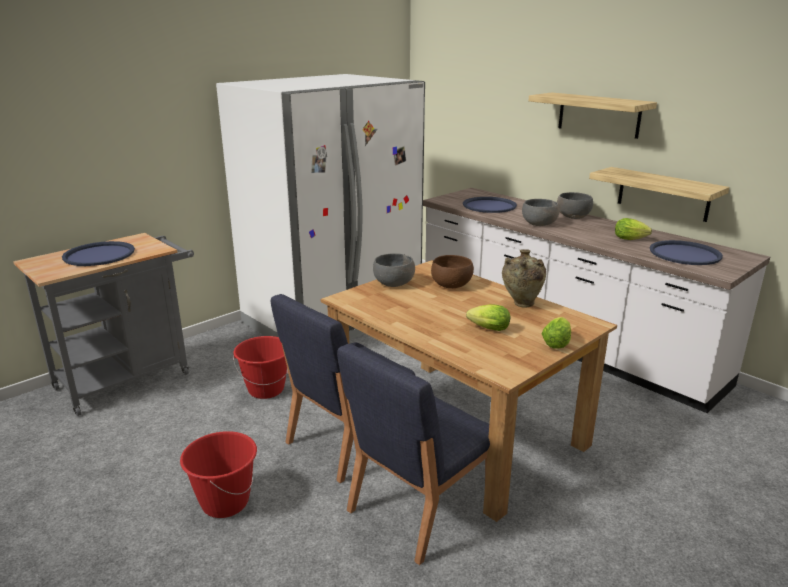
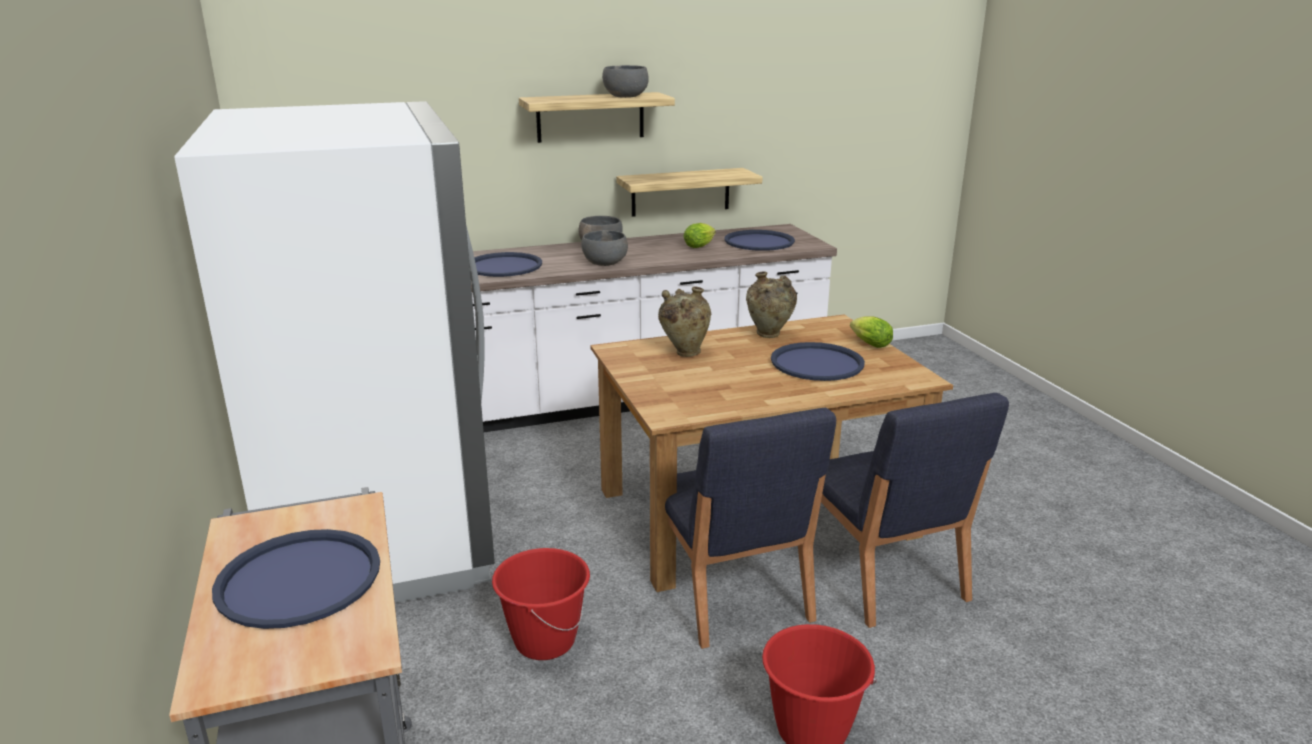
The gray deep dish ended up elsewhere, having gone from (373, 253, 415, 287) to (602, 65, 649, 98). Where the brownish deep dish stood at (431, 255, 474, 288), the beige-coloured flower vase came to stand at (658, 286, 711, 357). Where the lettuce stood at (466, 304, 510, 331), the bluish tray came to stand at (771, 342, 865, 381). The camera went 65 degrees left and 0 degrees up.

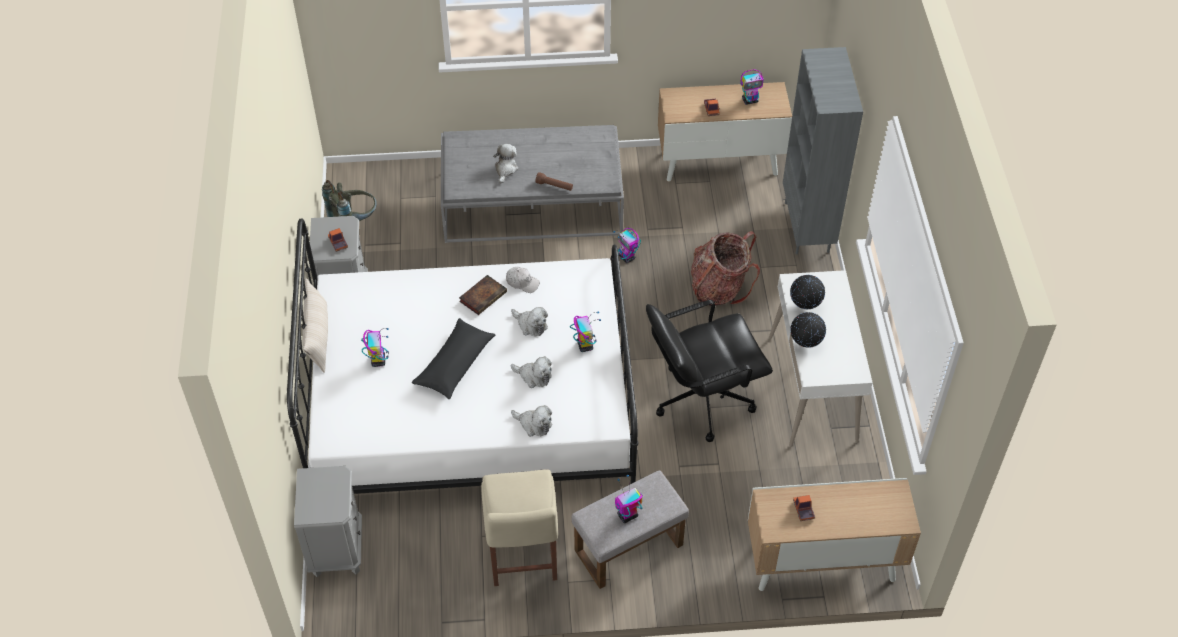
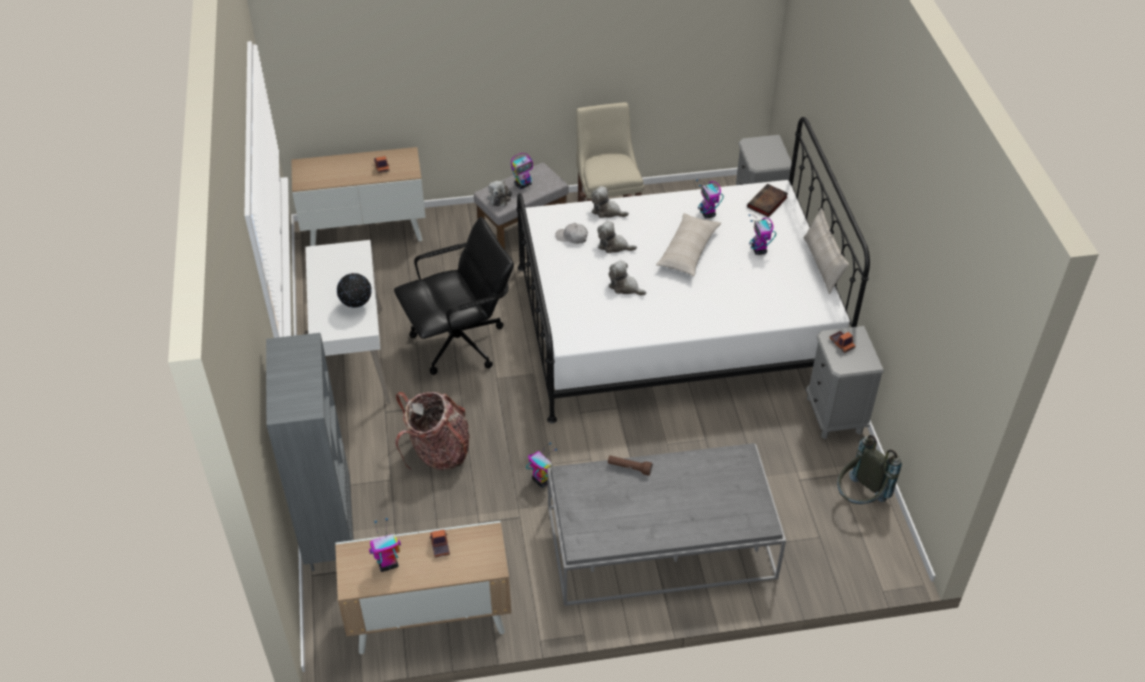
What was the black-coloured cushion at (412, 318, 496, 399) turned into the beige-coloured cushion at (656, 213, 721, 276). The volume ended up elsewhere, having gone from (459, 275, 507, 315) to (747, 184, 788, 217). The plush toy ended up elsewhere, having gone from (493, 144, 519, 184) to (488, 179, 512, 207). The white-coloured cap ended up elsewhere, having gone from (506, 267, 540, 293) to (556, 223, 588, 244). The robot figure ended up elsewhere, having gone from (570, 311, 601, 352) to (696, 179, 724, 218). The second view lost the globe at (790, 312, 826, 348). The camera went 175 degrees right and 5 degrees down.

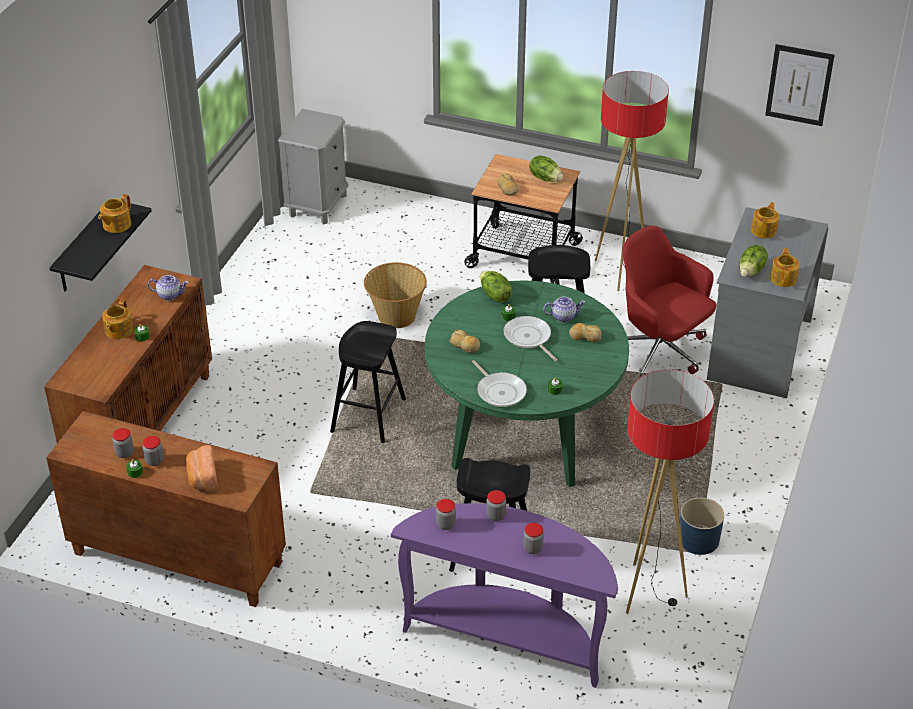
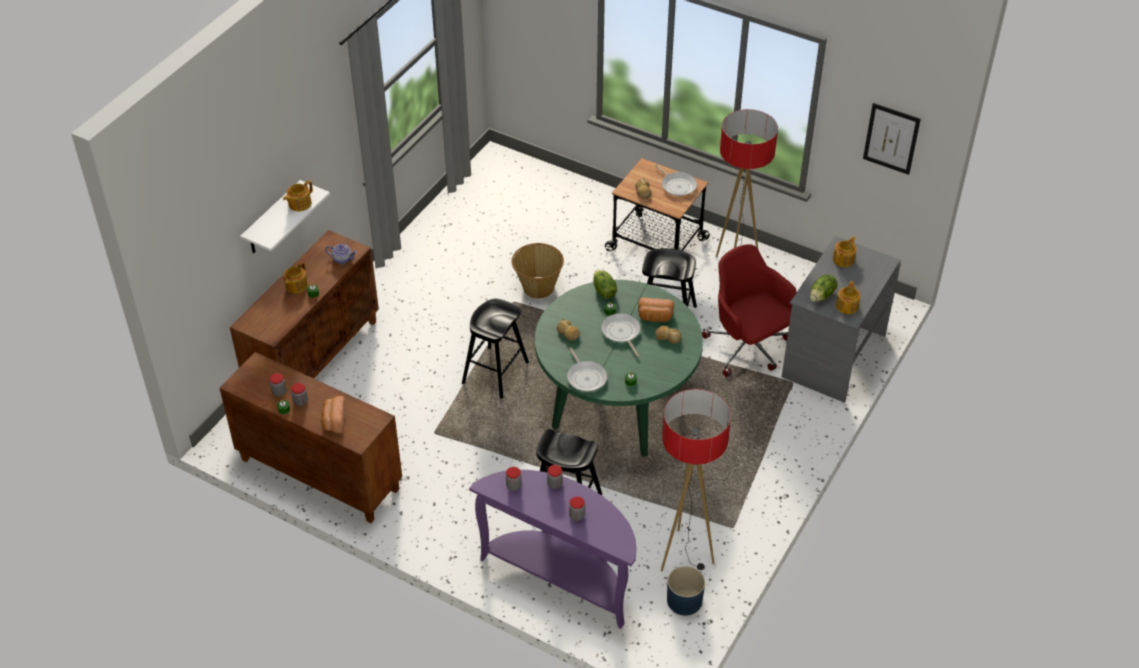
What was the black-coloured bracket shelf at (50, 202, 152, 291) turned into the white-coloured bracket shelf at (240, 180, 330, 253). The second view lost the gray night table at (278, 109, 349, 225). Where the lettuce stood at (529, 155, 563, 182), the skillet came to stand at (655, 165, 697, 196). Where the pot for tea stood at (543, 297, 585, 322), the bakery bread came to stand at (638, 298, 674, 322). The bluish flower pot ended up elsewhere, having gone from (680, 497, 724, 555) to (667, 566, 705, 615). The camera went 10 degrees right and 5 degrees up.

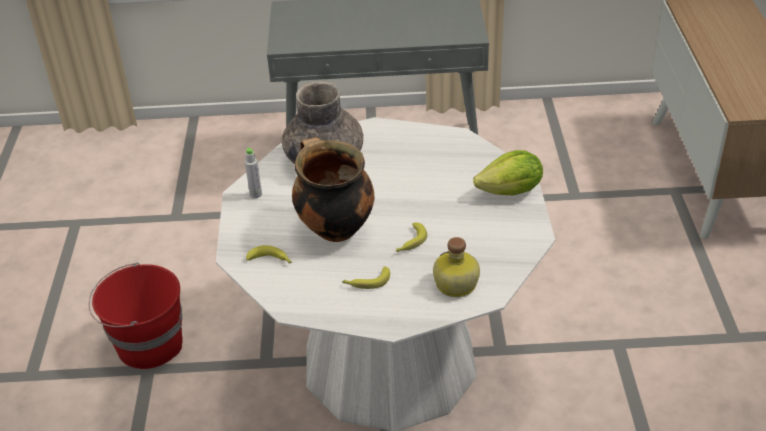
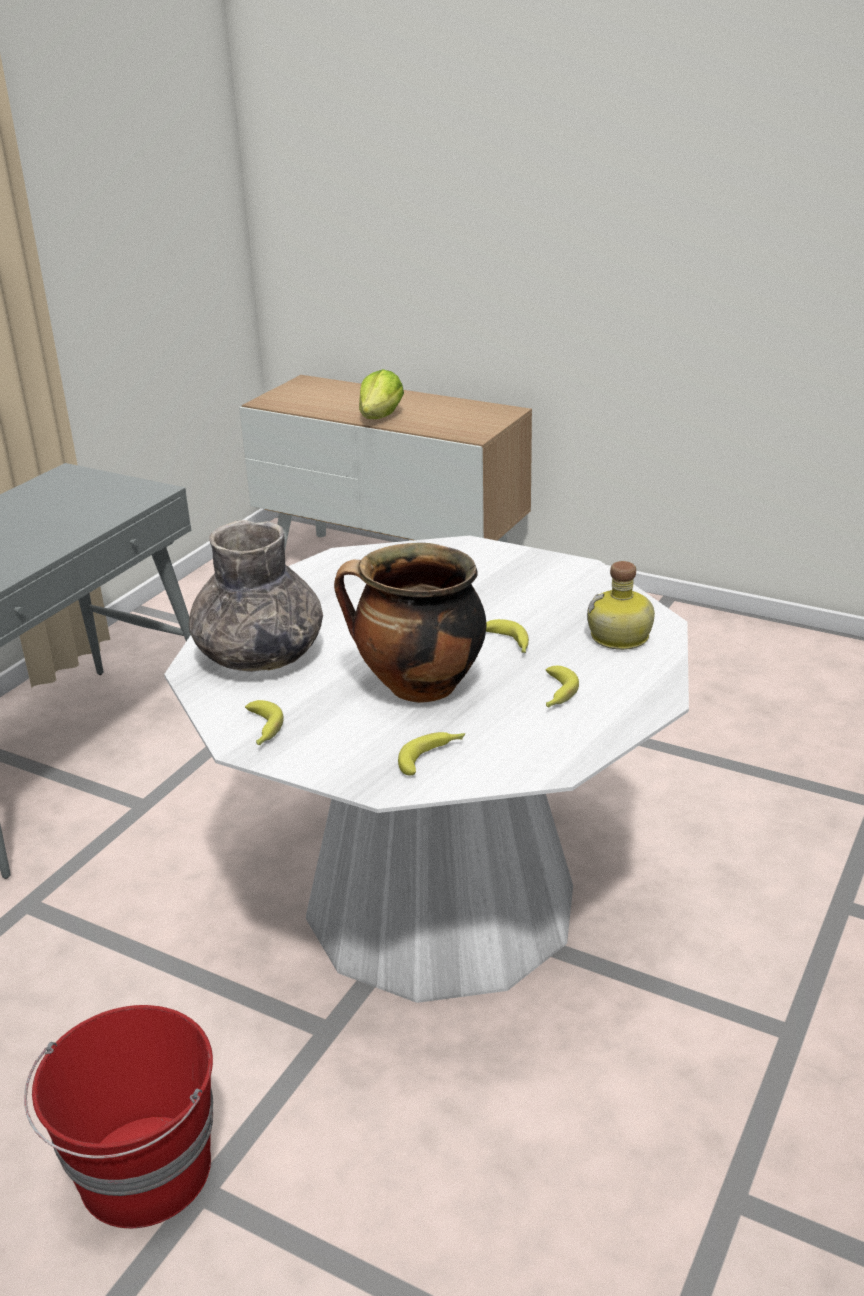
Where the gray drink bottle stood at (245, 148, 262, 198), the whole banana came to stand at (245, 700, 284, 745). The lettuce ended up elsewhere, having gone from (473, 150, 543, 195) to (359, 369, 404, 419). The camera went 60 degrees left and 10 degrees down.

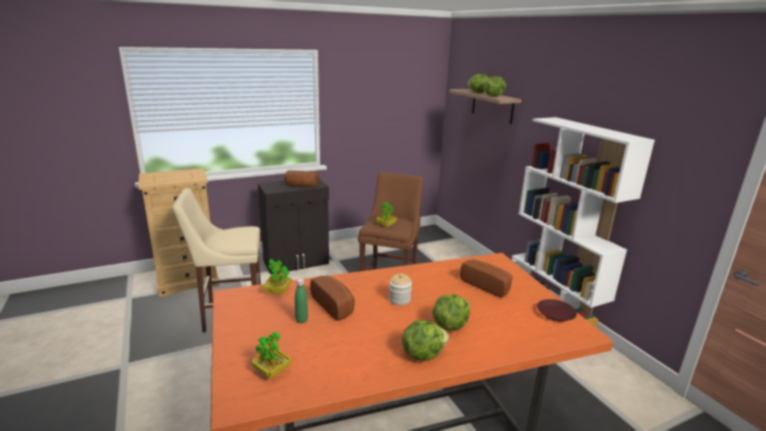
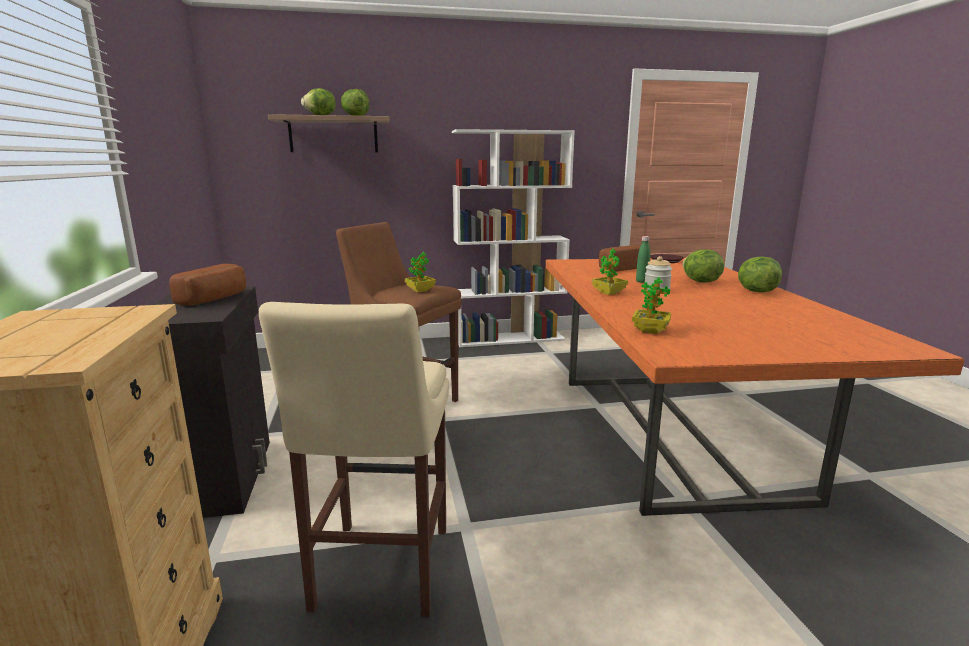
The plant in a pot ended up elsewhere, having gone from (251, 332, 291, 379) to (592, 249, 628, 295). The greenish drink bottle ended up elsewhere, having gone from (295, 279, 308, 323) to (636, 236, 650, 283). The second view lost the bakery bread at (310, 275, 355, 321). The camera went 75 degrees left and 5 degrees down.

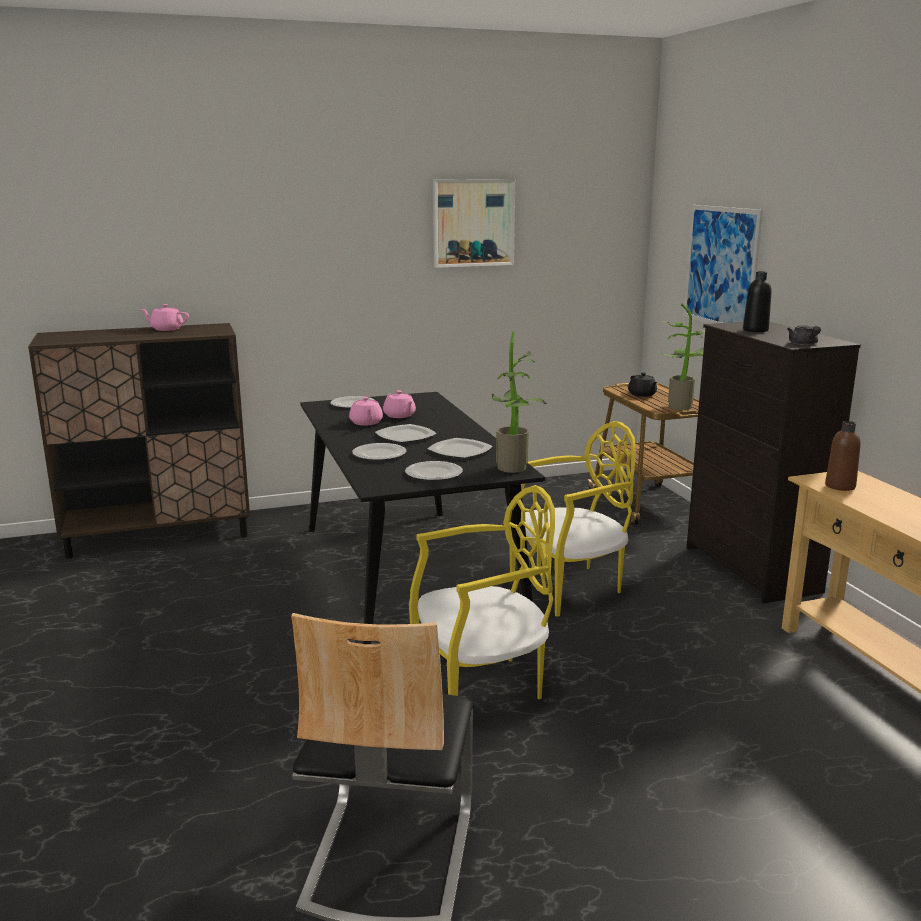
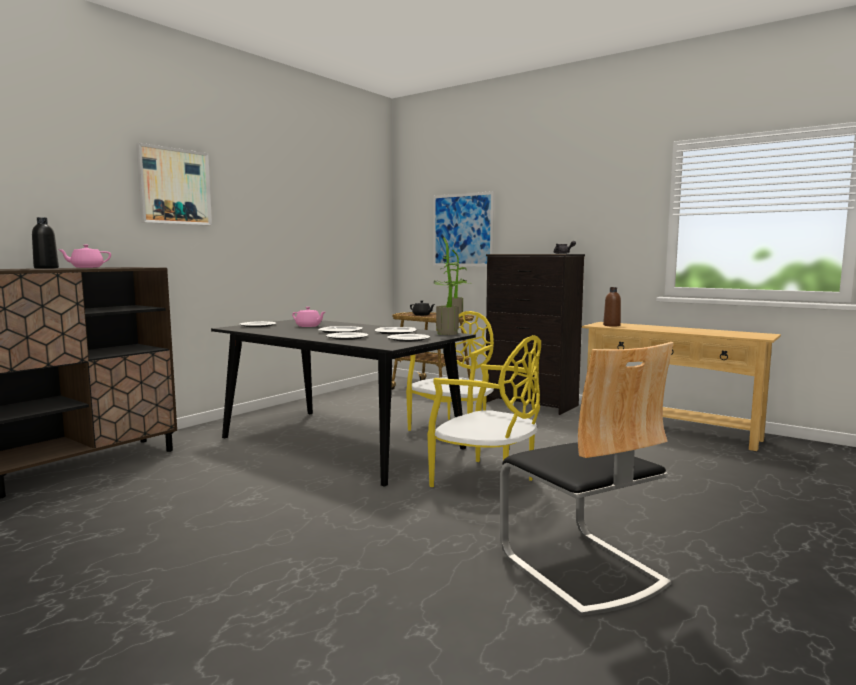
The second view lost the pink-coloured pot for tea at (349, 397, 383, 426). The yellow-coloured plain chair at (409, 485, 555, 699) ended up facing another way, 90 degrees clockwise from before. The picture ended up elsewhere, having gone from (433, 179, 515, 268) to (136, 143, 212, 225). The black-coloured drink bottle ended up elsewhere, having gone from (743, 272, 772, 332) to (32, 217, 59, 269). The camera went 35 degrees left and 10 degrees down.

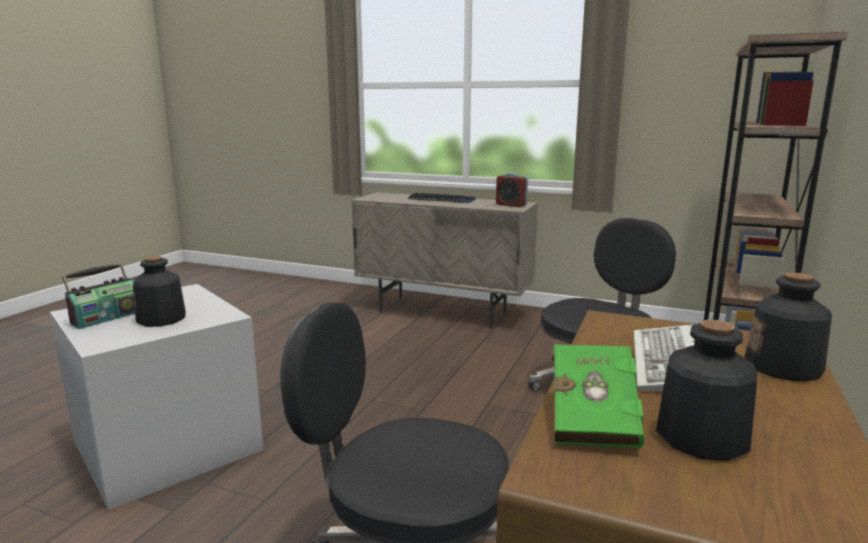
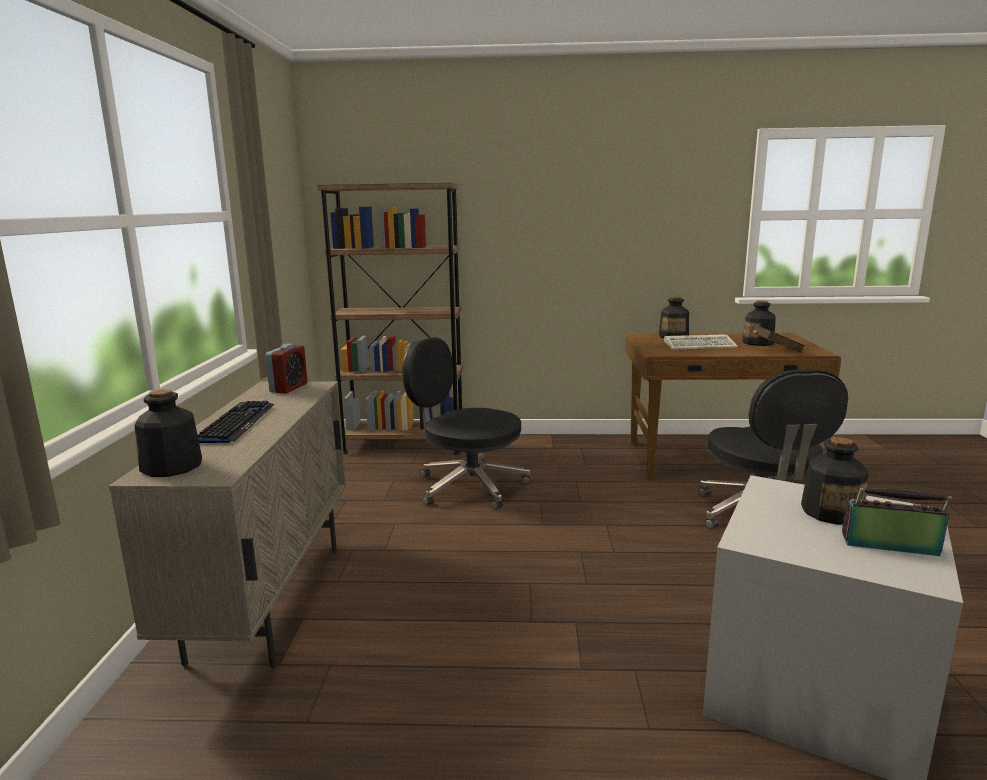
What was the greenish volume at (554, 344, 644, 448) turned into the reddish volume at (751, 325, 805, 353). The second view gained the drink bottle at (135, 389, 202, 477). The camera went 110 degrees left and 0 degrees up.

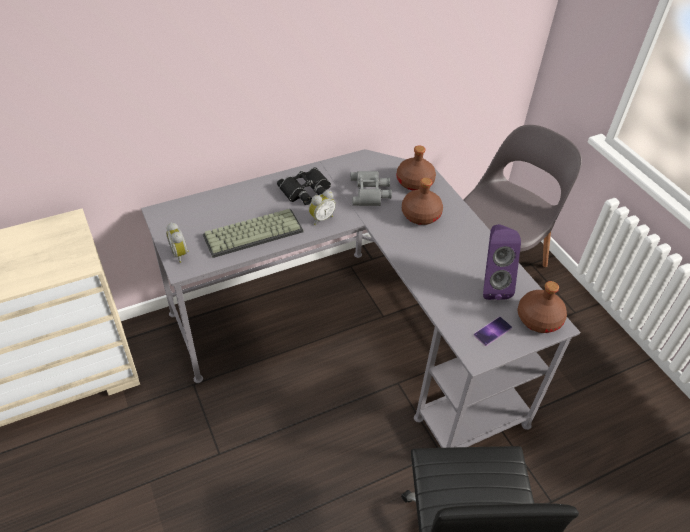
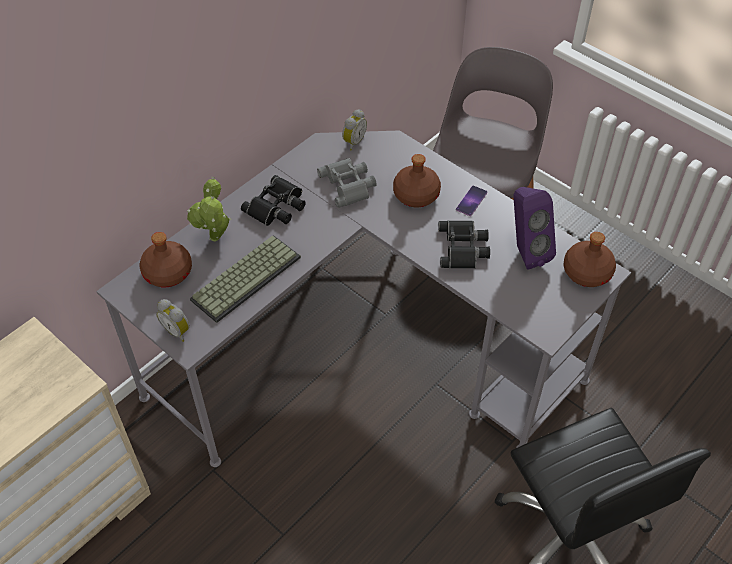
The bedside clock ended up elsewhere, having gone from (309, 190, 336, 225) to (342, 109, 367, 151). The brownish drink bottle ended up elsewhere, having gone from (397, 145, 436, 191) to (140, 232, 192, 287). The phone ended up elsewhere, having gone from (474, 317, 512, 346) to (456, 185, 487, 216). The second view gained the plant in a pot at (187, 177, 232, 242). The second view gained the black-coloured pair of binoculars at (438, 221, 490, 269). The camera went 20 degrees left and 5 degrees up.

